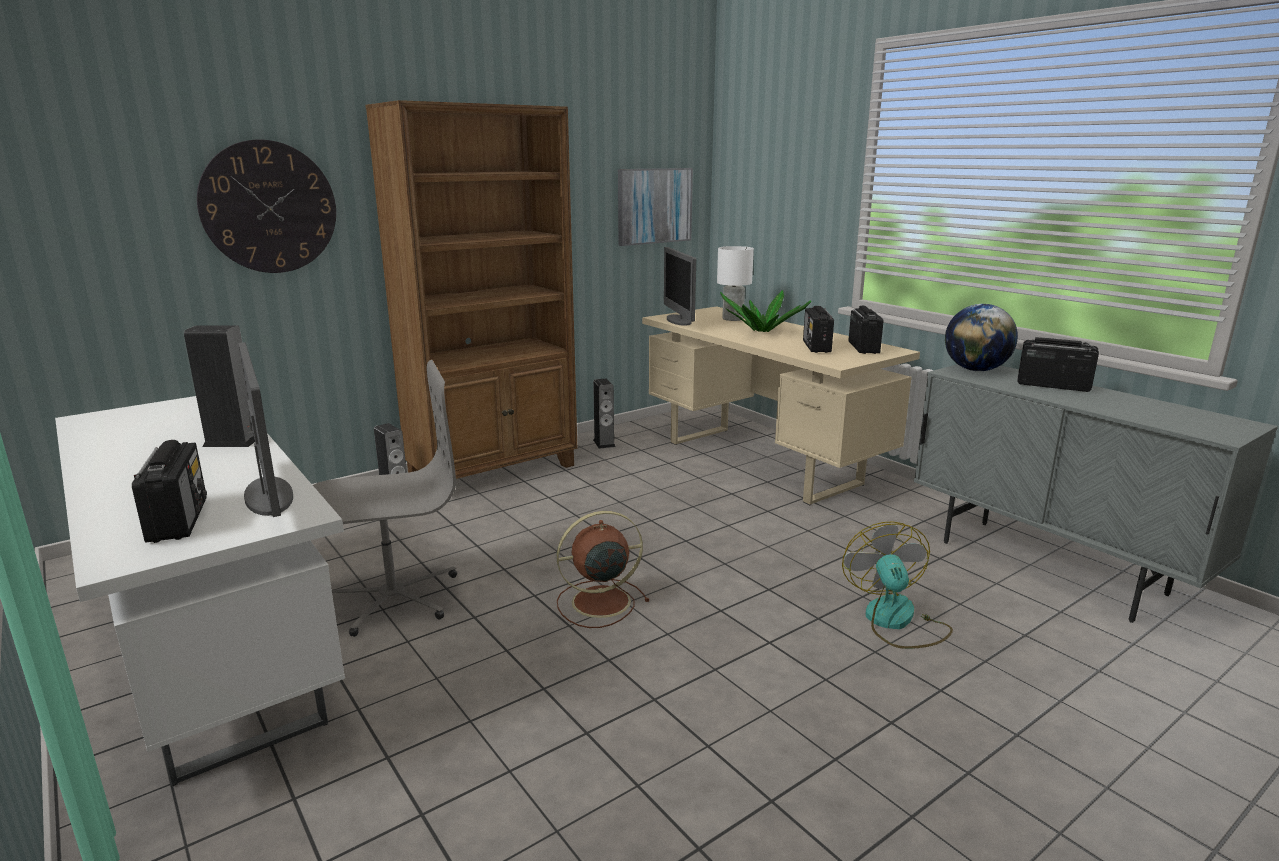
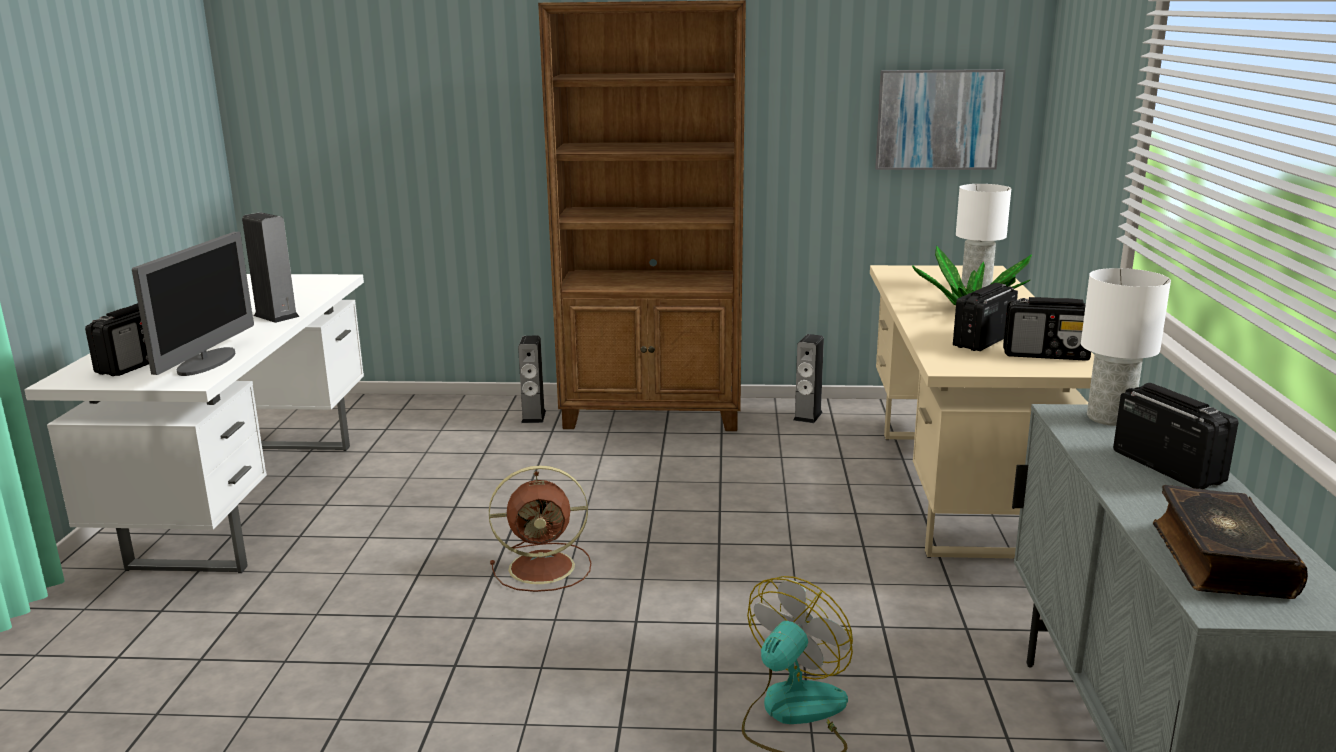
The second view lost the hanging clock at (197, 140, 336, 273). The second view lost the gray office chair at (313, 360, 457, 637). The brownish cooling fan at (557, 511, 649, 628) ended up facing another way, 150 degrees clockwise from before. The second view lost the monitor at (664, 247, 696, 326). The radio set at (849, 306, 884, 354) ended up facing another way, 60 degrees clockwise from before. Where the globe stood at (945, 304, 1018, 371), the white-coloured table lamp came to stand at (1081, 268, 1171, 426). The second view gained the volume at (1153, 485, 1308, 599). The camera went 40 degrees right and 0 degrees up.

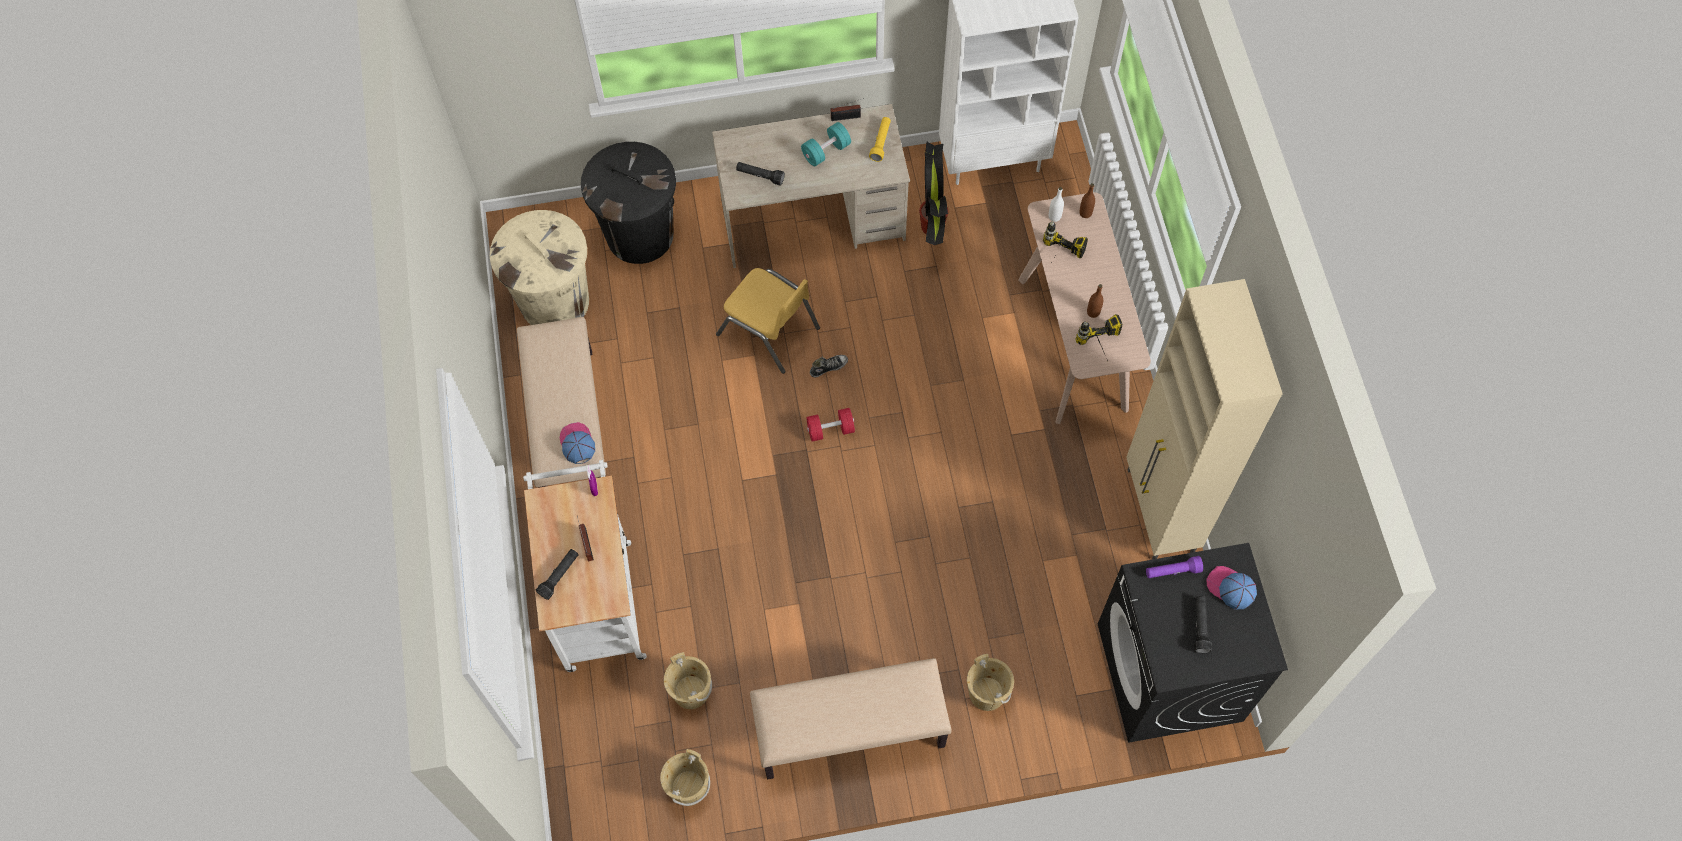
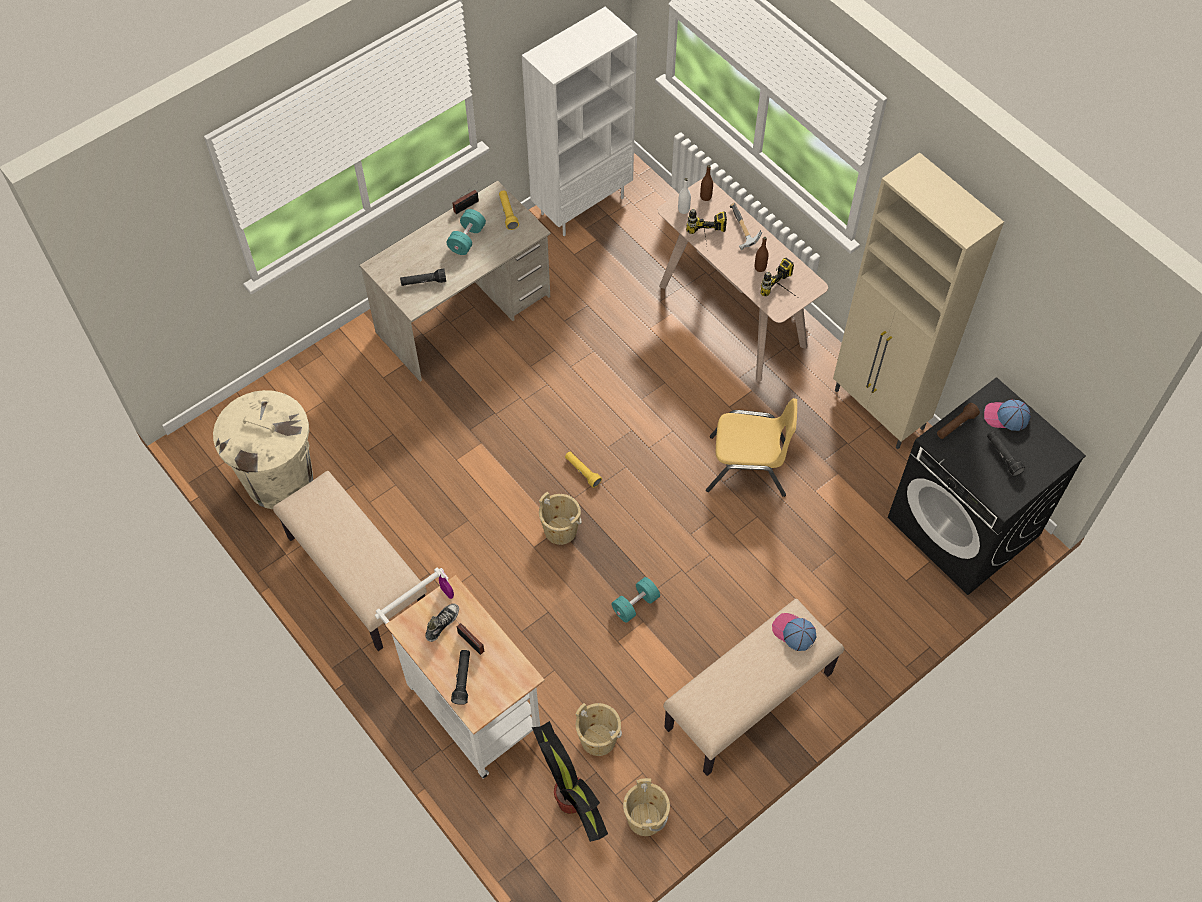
The cap ended up elsewhere, having gone from (560, 422, 595, 464) to (772, 613, 816, 651). The second view lost the black-coloured trash can at (581, 142, 676, 264). The yellow-coloured plain chair ended up elsewhere, having gone from (716, 268, 820, 374) to (706, 398, 797, 497). Where the reddish dumbbell stood at (807, 408, 855, 442), the yellow-coloured hand torch came to stand at (565, 452, 602, 488). The shoe ended up elsewhere, having gone from (810, 355, 848, 377) to (425, 603, 459, 642). The plant in a pot ended up elsewhere, having gone from (919, 142, 949, 245) to (532, 721, 608, 842). The beige-coloured water bucket ended up elsewhere, having gone from (967, 654, 1014, 711) to (539, 492, 582, 545). What was the purplish hand torch at (1146, 556, 1203, 578) turned into the brownish hand torch at (937, 403, 980, 439). The second view gained the turquoise-coloured dumbbell at (612, 577, 660, 623). The second view gained the hand hammer at (730, 203, 762, 250). The camera went 30 degrees left and 5 degrees down.

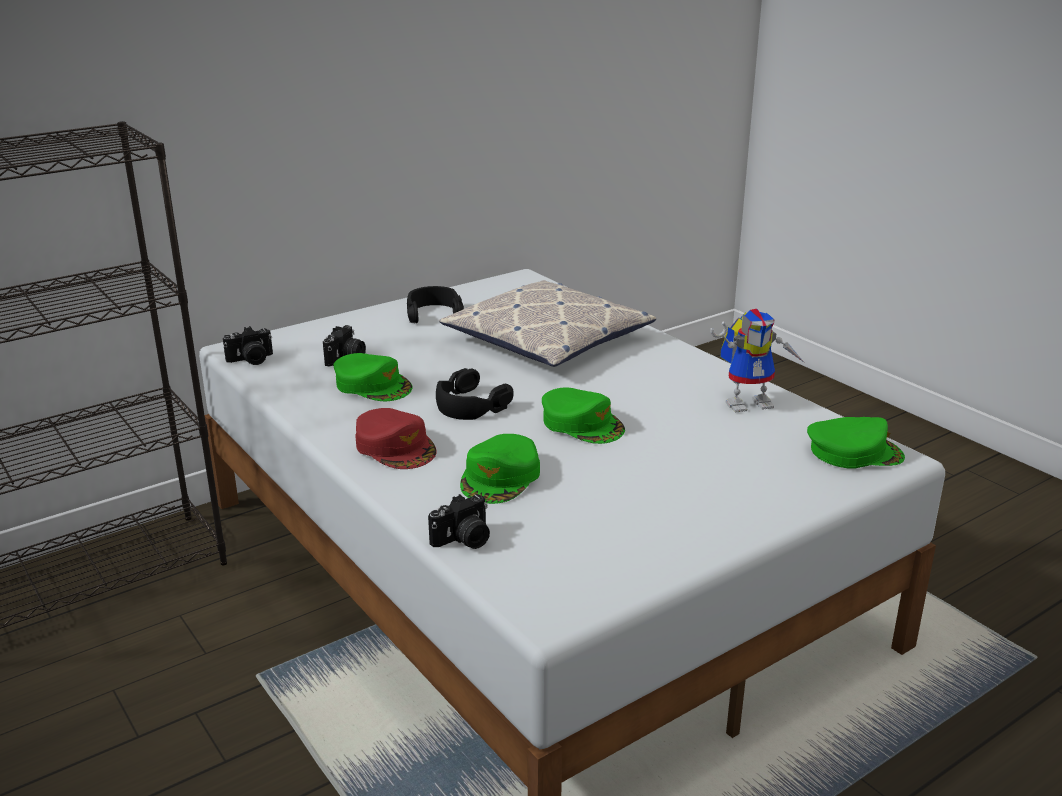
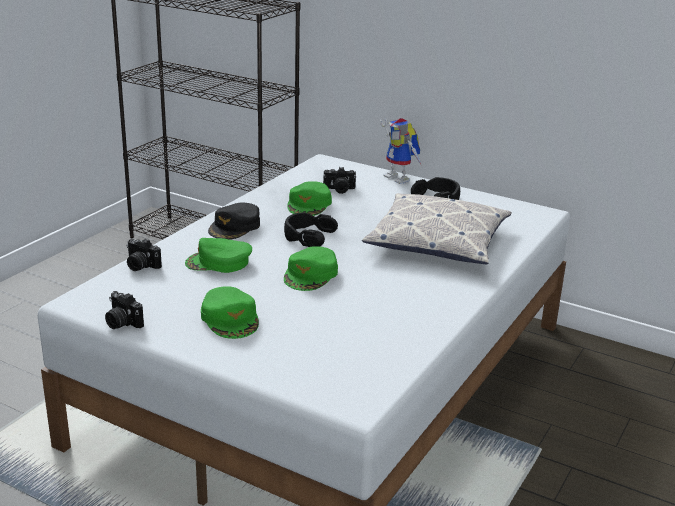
The photo camera ended up elsewhere, having gone from (223, 326, 273, 365) to (105, 291, 144, 329). What was the reddish cap at (355, 408, 437, 469) turned into the black-coloured cap at (208, 203, 260, 240). The robot figure ended up elsewhere, having gone from (710, 309, 804, 412) to (380, 118, 422, 184). The greenish cap ended up elsewhere, having gone from (807, 417, 905, 469) to (201, 286, 259, 339). The camera went 65 degrees right and 0 degrees up.

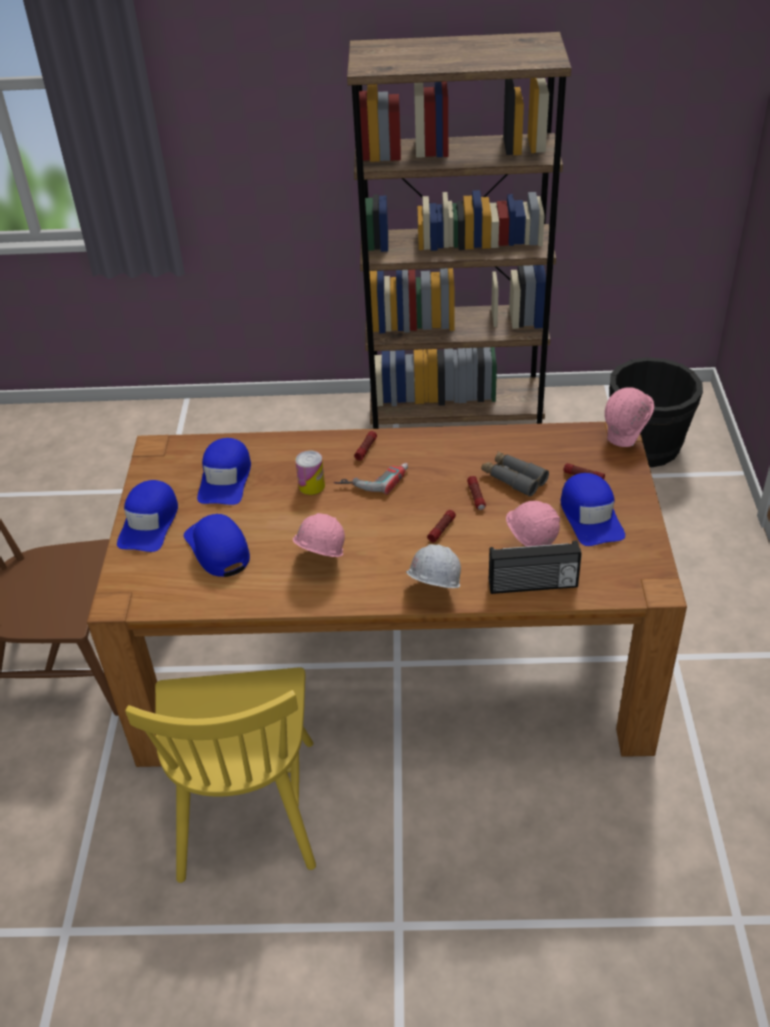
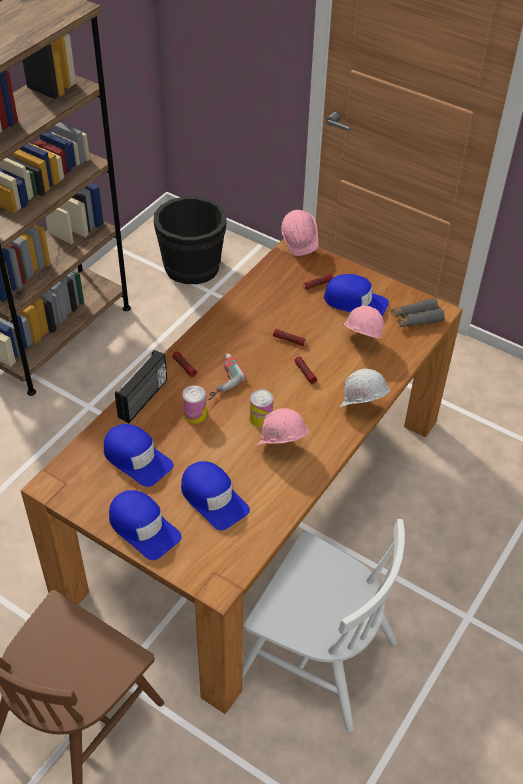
What was the yellow-coloured plain chair at (125, 667, 316, 883) turned into the white-coloured plain chair at (242, 519, 405, 733). The bluish cap at (184, 514, 250, 577) ended up facing another way, 135 degrees counterclockwise from before. The gray pair of binoculars ended up elsewhere, having gone from (481, 451, 549, 497) to (391, 298, 445, 327). The radio set ended up elsewhere, having gone from (489, 541, 582, 594) to (115, 350, 167, 423). The second view gained the can at (250, 389, 274, 427). The camera went 60 degrees left and 5 degrees up.

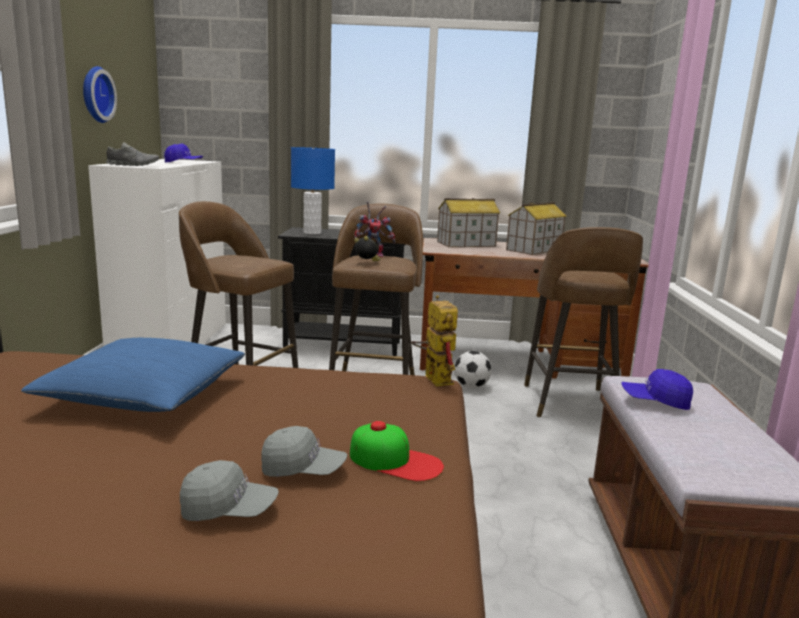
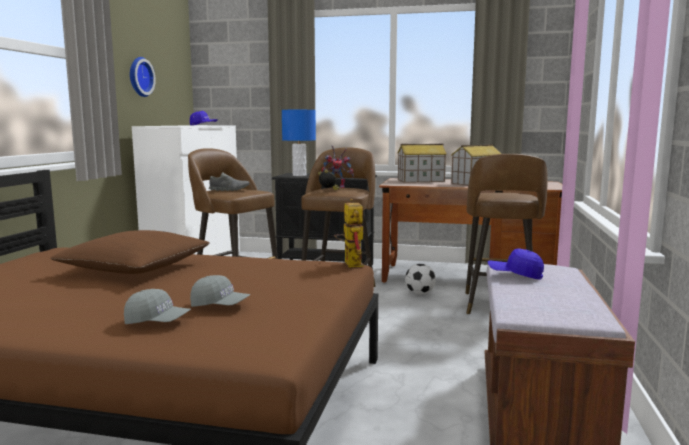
What was the bluish cushion at (21, 338, 245, 412) turned into the brownish cushion at (50, 230, 210, 274). The gray shoe ended up elsewhere, having gone from (106, 142, 159, 166) to (209, 172, 249, 191). The second view lost the cap at (350, 421, 444, 481). The camera went 10 degrees right and 5 degrees down.

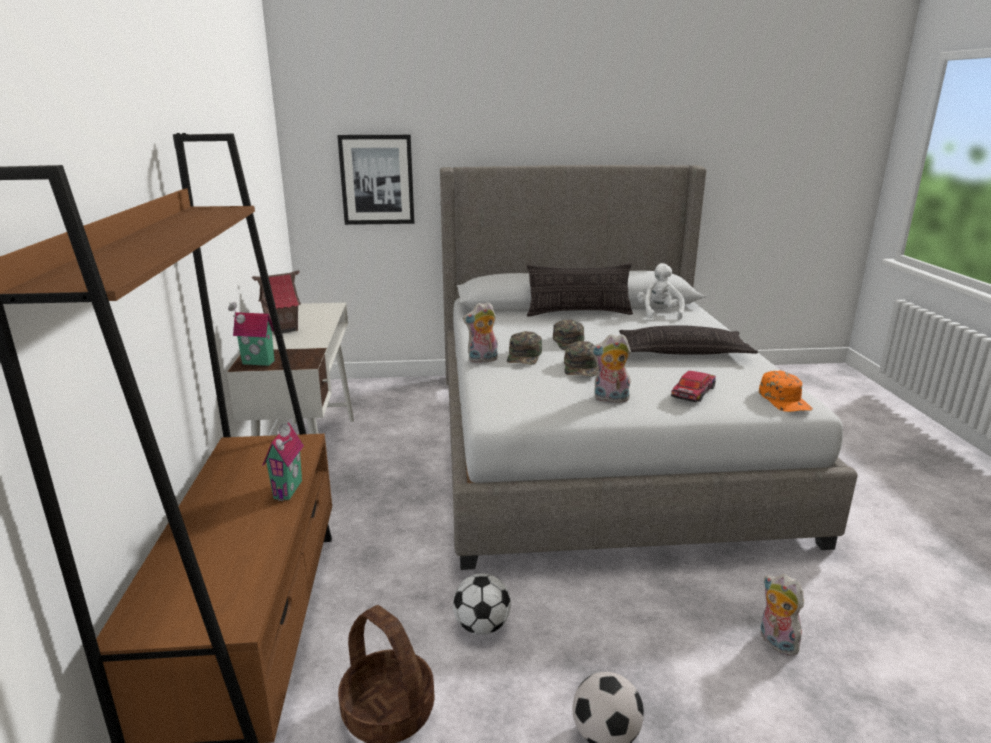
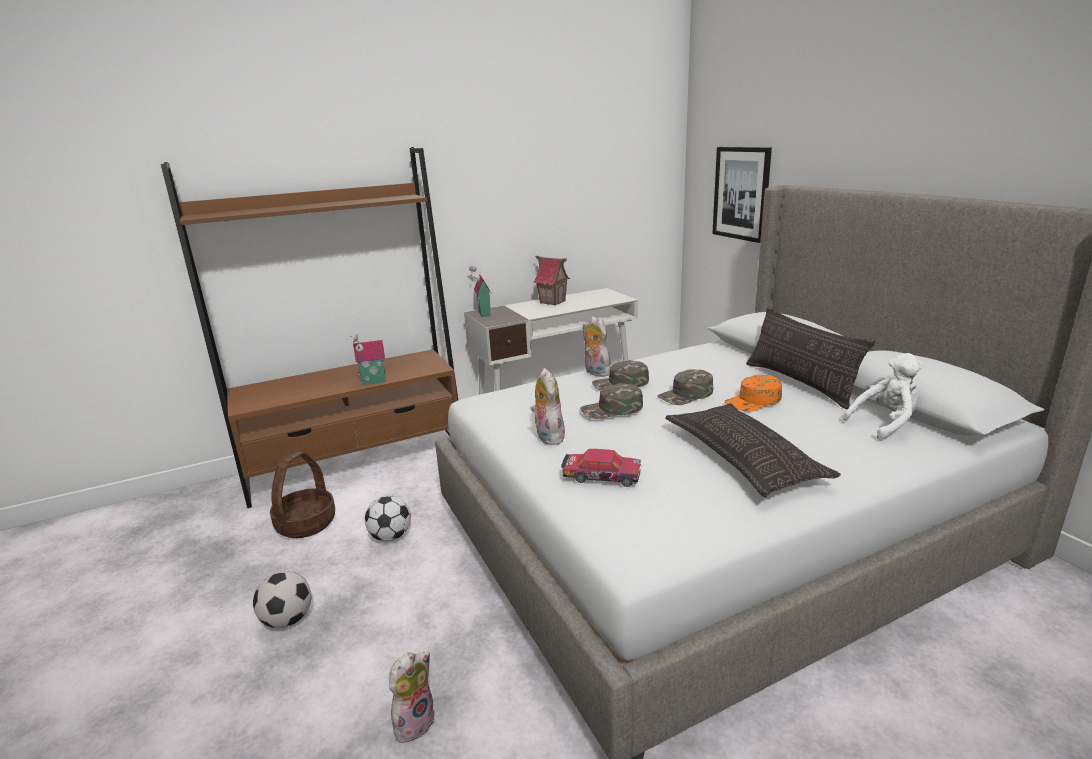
The orange cap ended up elsewhere, having gone from (759, 371, 813, 412) to (724, 375, 782, 412). The camera went 70 degrees right and 0 degrees up.

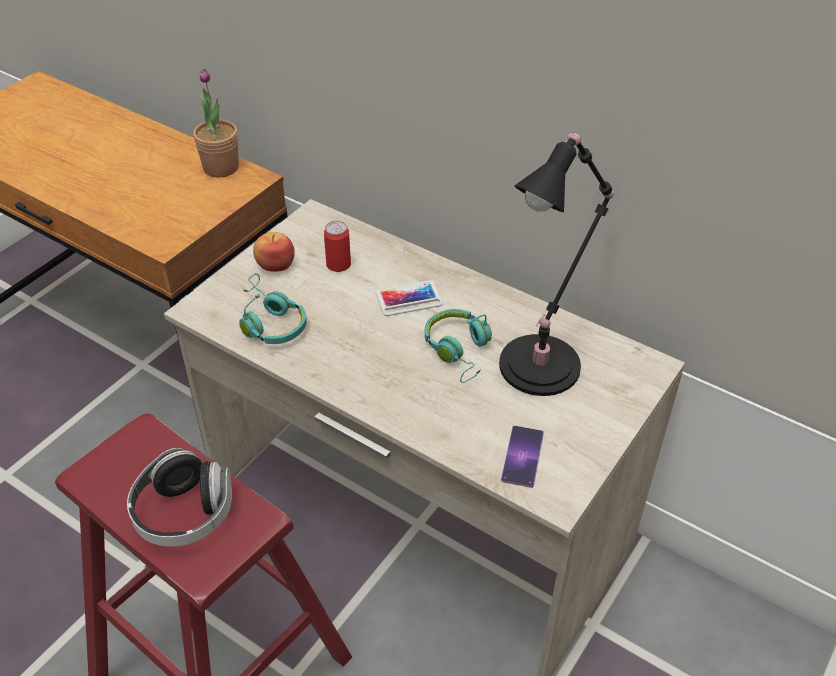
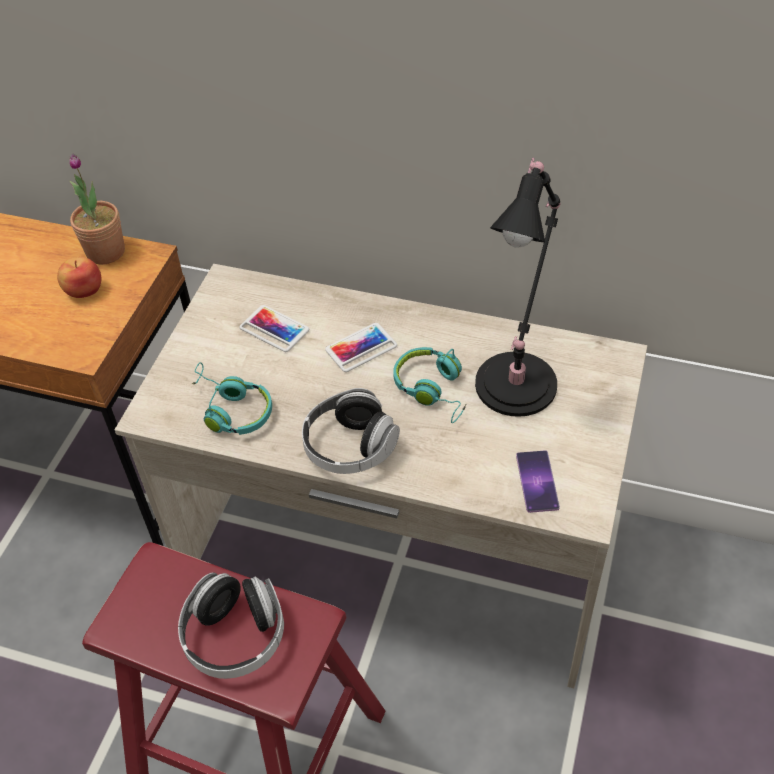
The apple fruit ended up elsewhere, having gone from (253, 232, 295, 272) to (57, 257, 102, 298). Where the can stood at (324, 221, 351, 272), the phone came to stand at (240, 305, 309, 352). The second view gained the headset at (302, 388, 400, 474). The camera went 15 degrees left and 5 degrees up.

